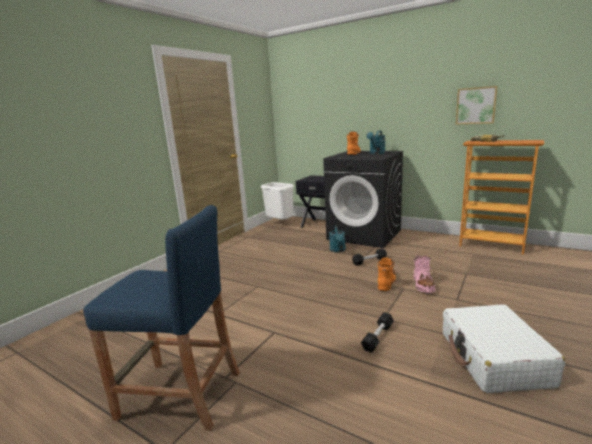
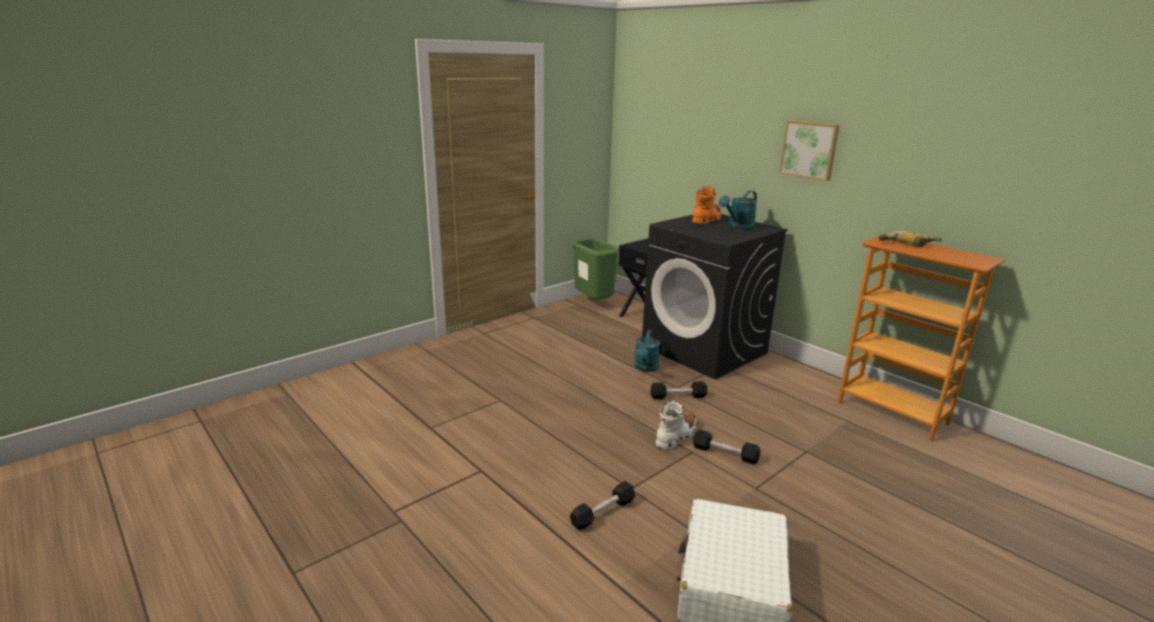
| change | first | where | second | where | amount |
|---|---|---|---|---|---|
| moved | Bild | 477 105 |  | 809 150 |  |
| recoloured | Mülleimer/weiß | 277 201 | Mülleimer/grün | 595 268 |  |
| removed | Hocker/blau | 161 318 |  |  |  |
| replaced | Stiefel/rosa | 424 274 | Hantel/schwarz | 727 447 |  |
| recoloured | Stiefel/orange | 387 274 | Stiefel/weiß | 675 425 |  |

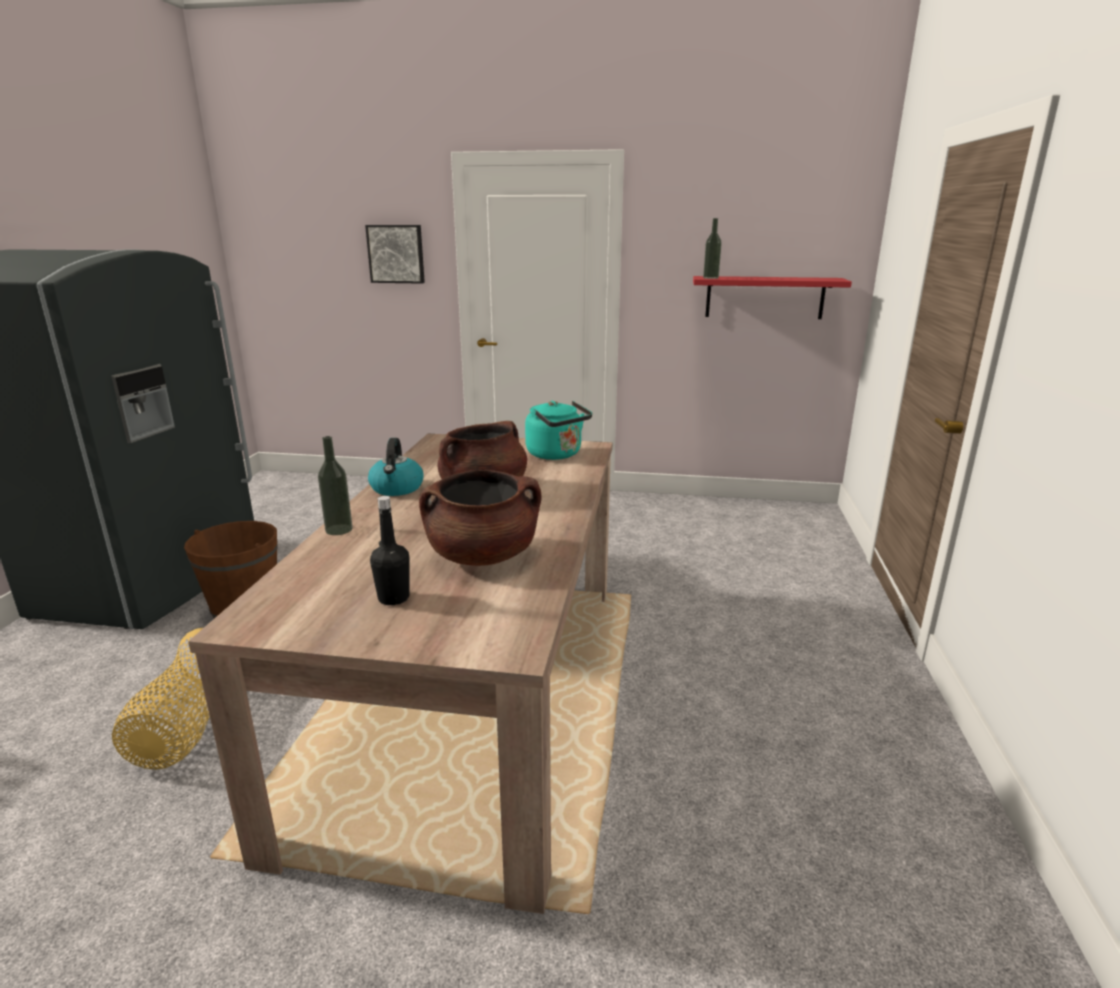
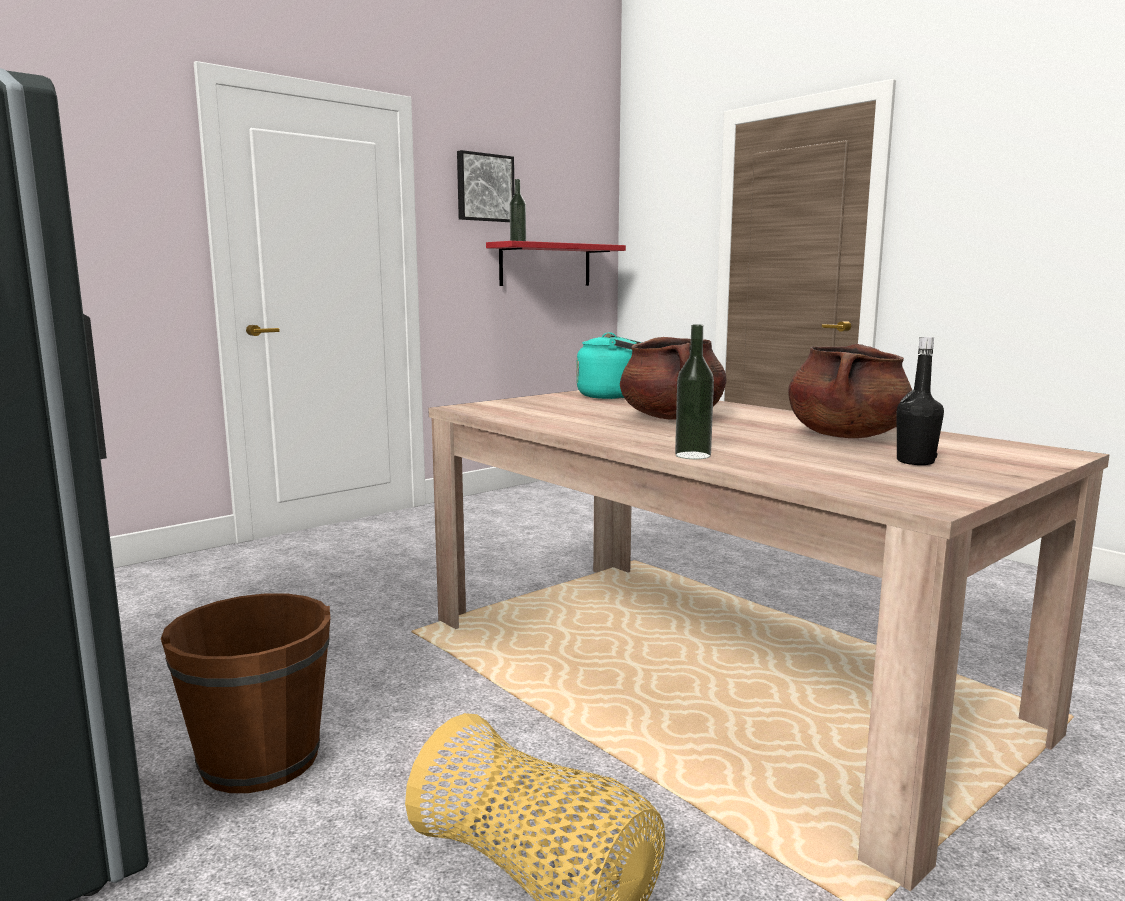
| change | first | where | second | where | amount |
|---|---|---|---|---|---|
| moved | Bild | 395 254 |  | 485 186 |  |
| removed | Wasserkessel | 396 467 |  |  |  |

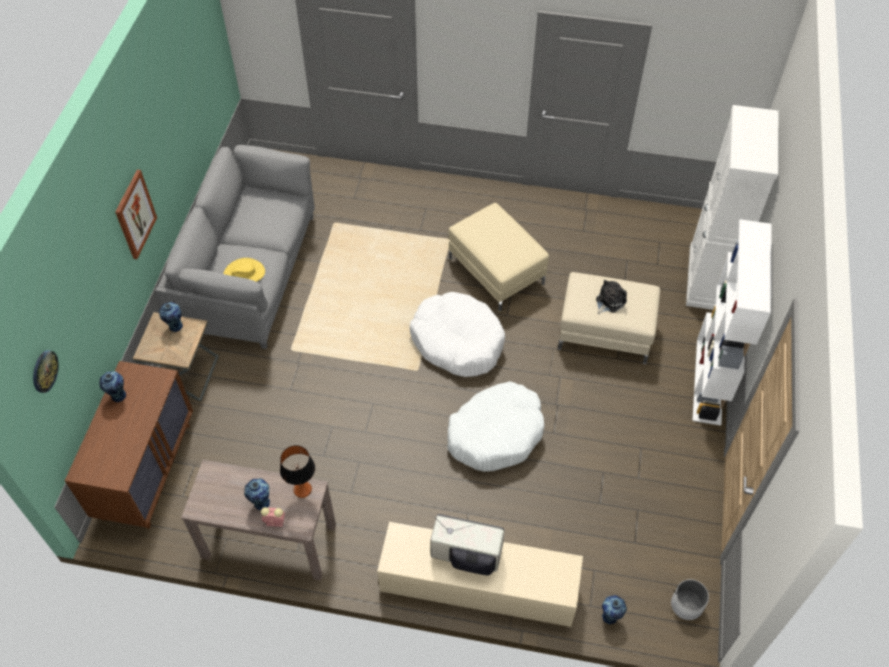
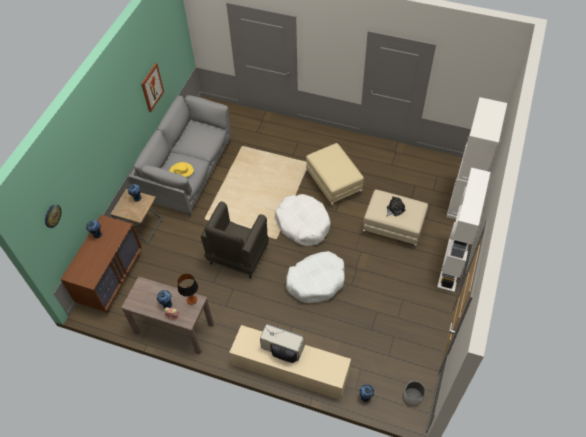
| change | first | where | second | where | amount |
|---|---|---|---|---|---|
| moved | Bild | 136 214 |  | 152 87 |  |
| added |  |  | Sessel/grau | 235 240 |  |

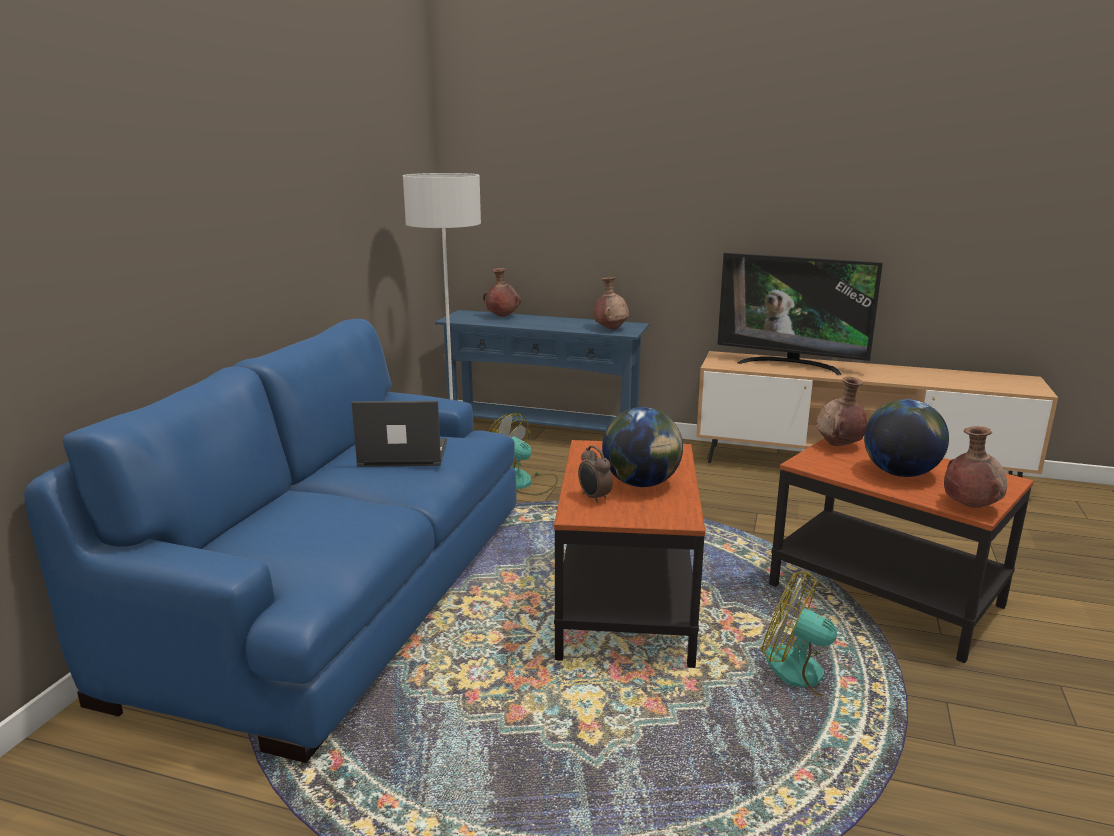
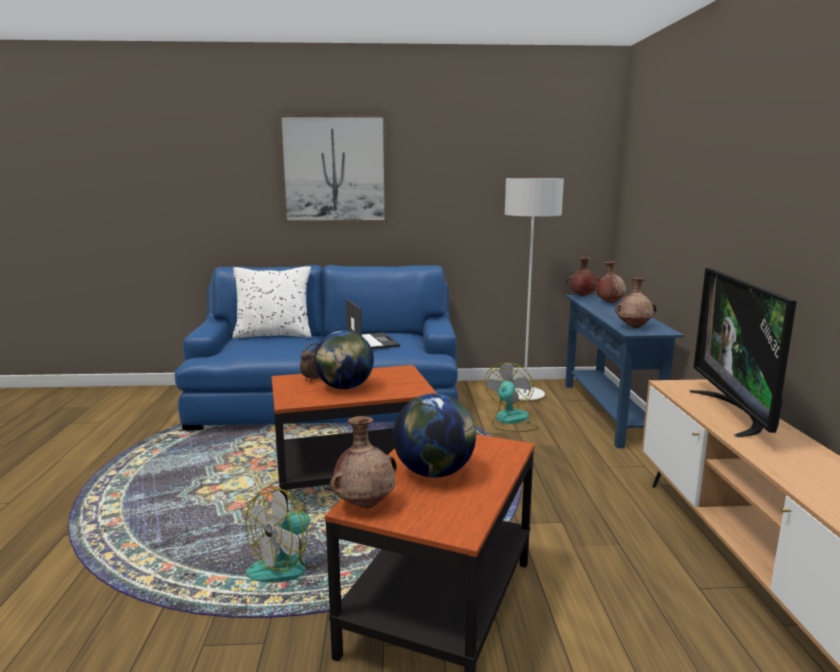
| change | first | where | second | where | amount |
|---|---|---|---|---|---|
| moved | Vase/braun | 841 411 |  | 583 276 |  |
| turned | Ventilator | 809 635 |  | 286 534 | 150 degrees counterclockwise |
| added |  |  | Bild | 333 168 |  |
| added |  |  | Kissen/weiß | 271 302 |  |

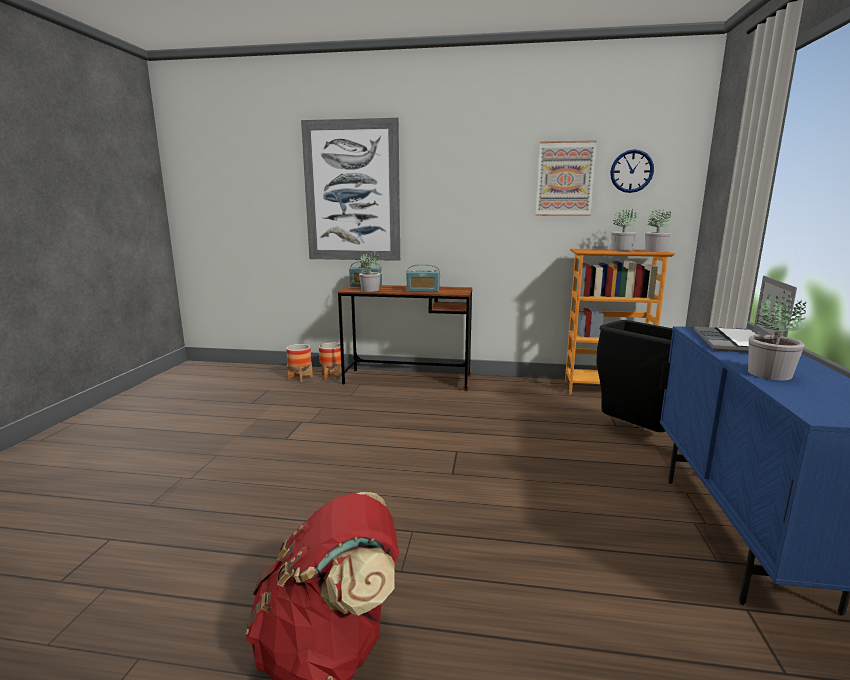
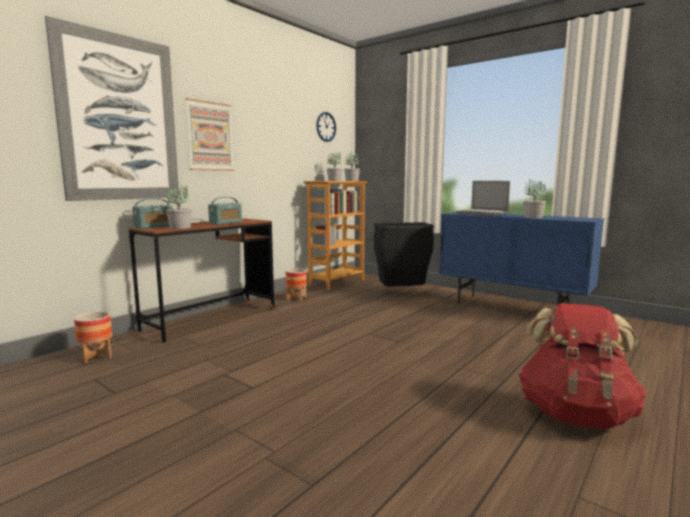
| change | first | where | second | where | amount |
|---|---|---|---|---|---|
| moved | Bild | 566 178 |  | 209 134 |  |
| moved | Pflanzkübel | 330 361 |  | 296 284 |  |

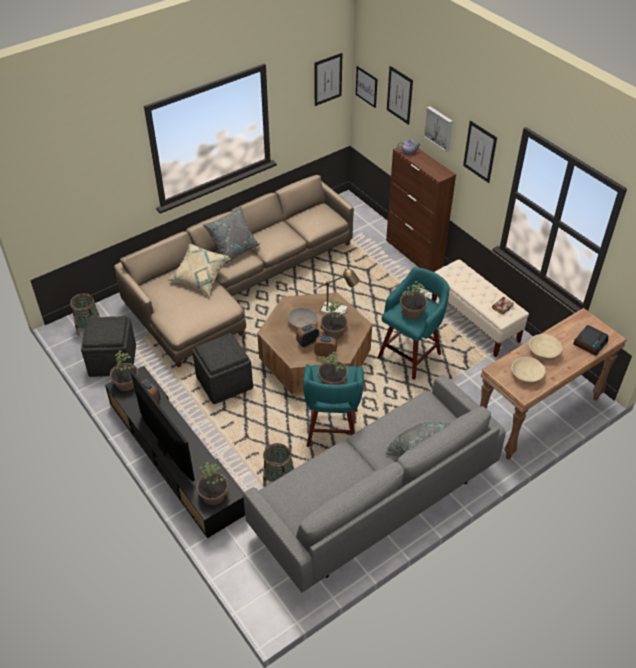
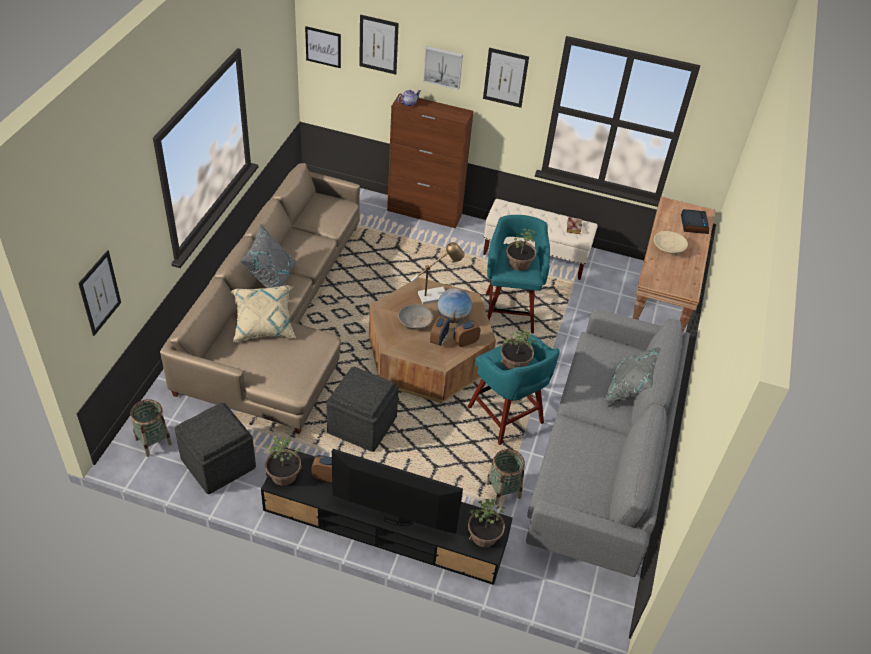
| change | first | where | second | where | amount |
|---|---|---|---|---|---|
| moved | Bild | 328 79 |  | 99 293 |  |
| replaced | Topfpflanze | 334 319 | Globus | 454 305 |  |
| removed | Schüssel/beige | 528 370 |  |  |  |

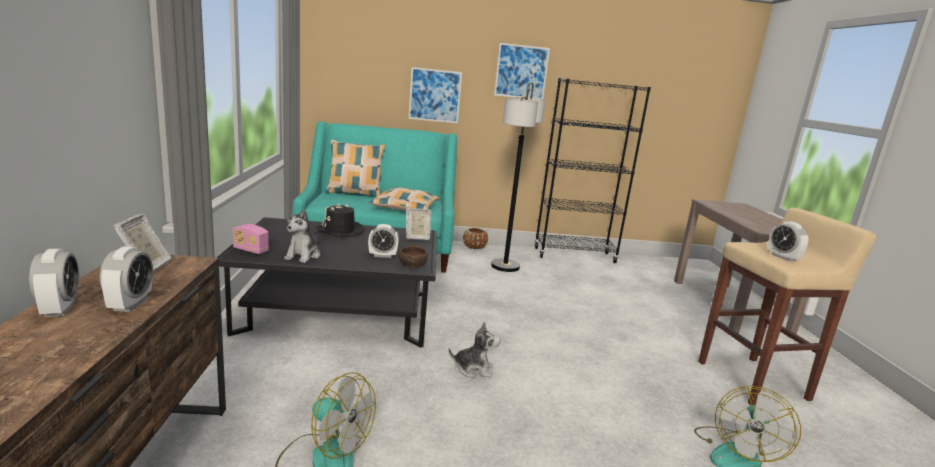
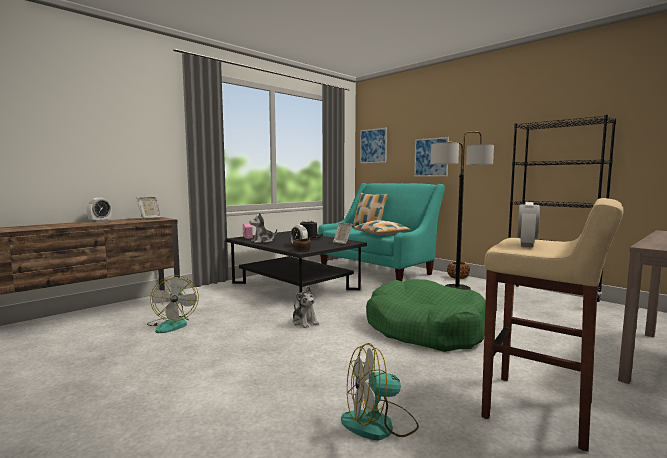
| change | first | where | second | where | amount |
|---|---|---|---|---|---|
| moved | Bild | 522 71 |  | 373 145 |  |
| removed | Wecker | 126 279 |  |  |  |
| added |  |  | Hundebett/grün | 426 315 |  |

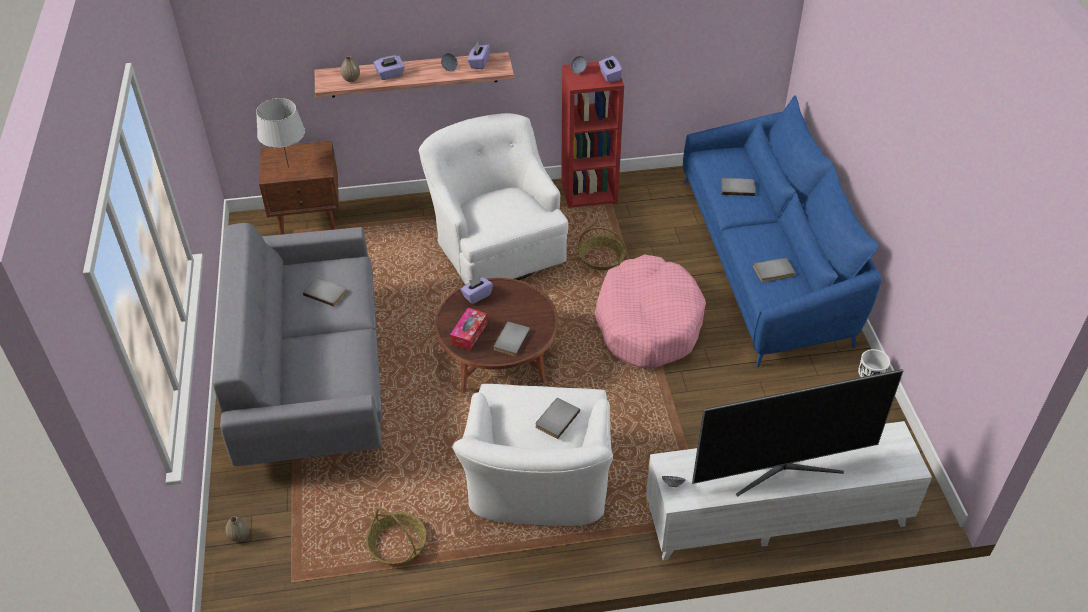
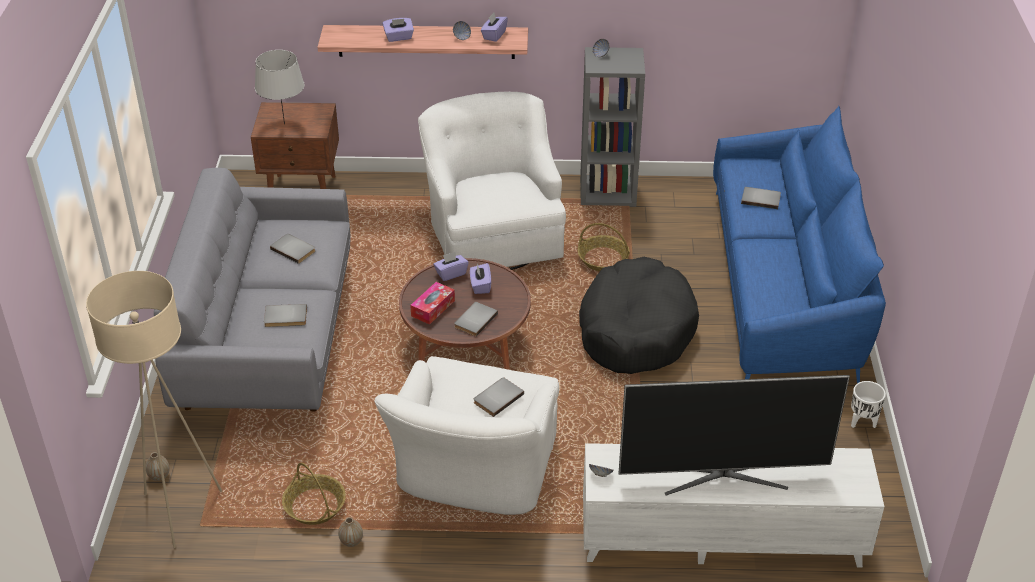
| change | first | where | second | where | amount |
|---|---|---|---|---|---|
| moved | Vase | 350 69 |  | 350 532 |  |
| moved | Taschentuchbox/lila | 610 69 |  | 480 278 |  |
| recoloured | Bücherregal/rot | 592 135 | Bücherregal/grau | 612 127 |  |
| recoloured | Hundebett/rosa | 650 311 | Hundebett/schwarz | 639 315 |  |
| moved | Buch/grau | 774 269 |  | 285 315 |  |
| added |  |  | Stehlampe/beige | 154 409 |  |

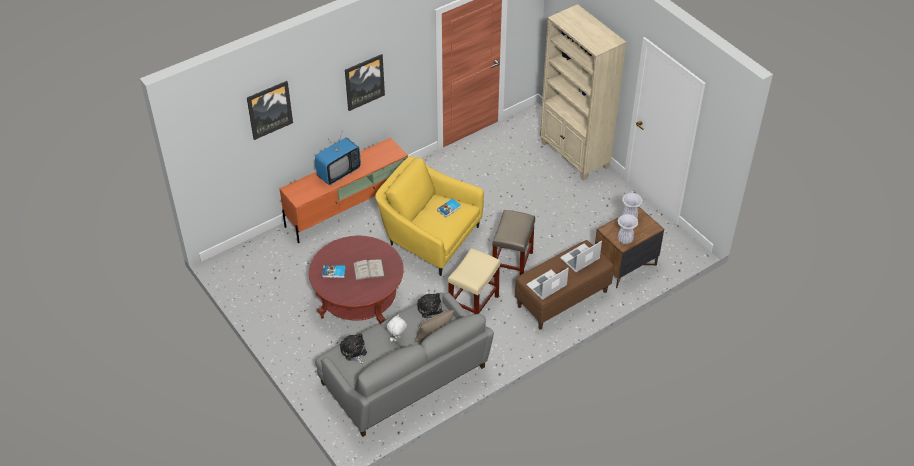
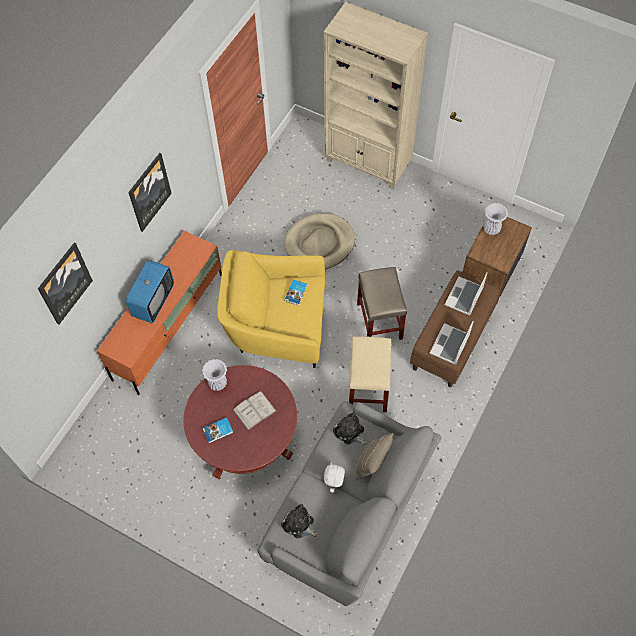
| change | first | where | second | where | amount |
|---|---|---|---|---|---|
| moved | Vase/weiß | 627 229 |  | 214 375 |  |
| added |  |  | Hundebett/beige | 319 241 |  |

